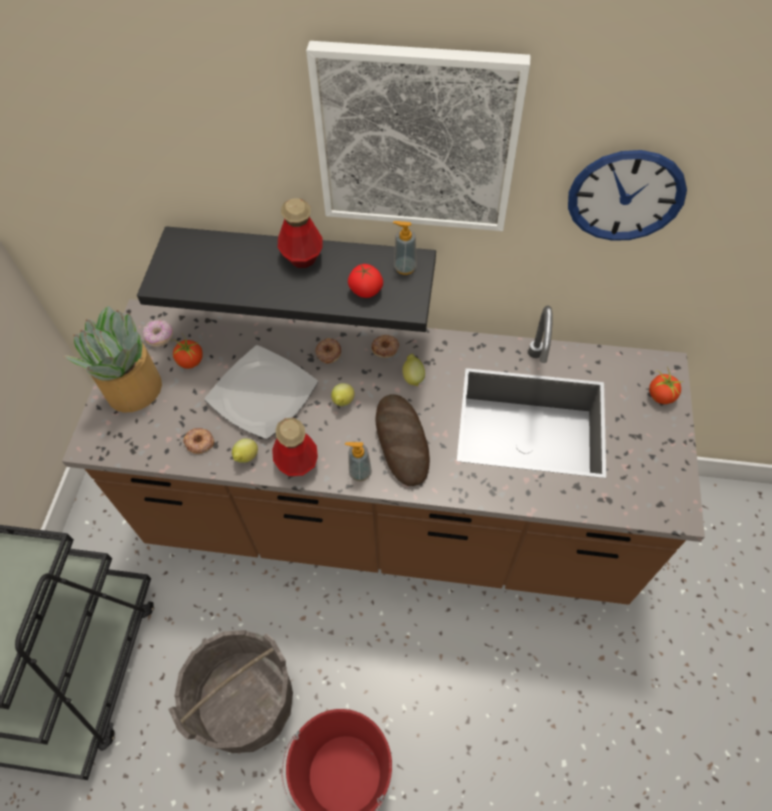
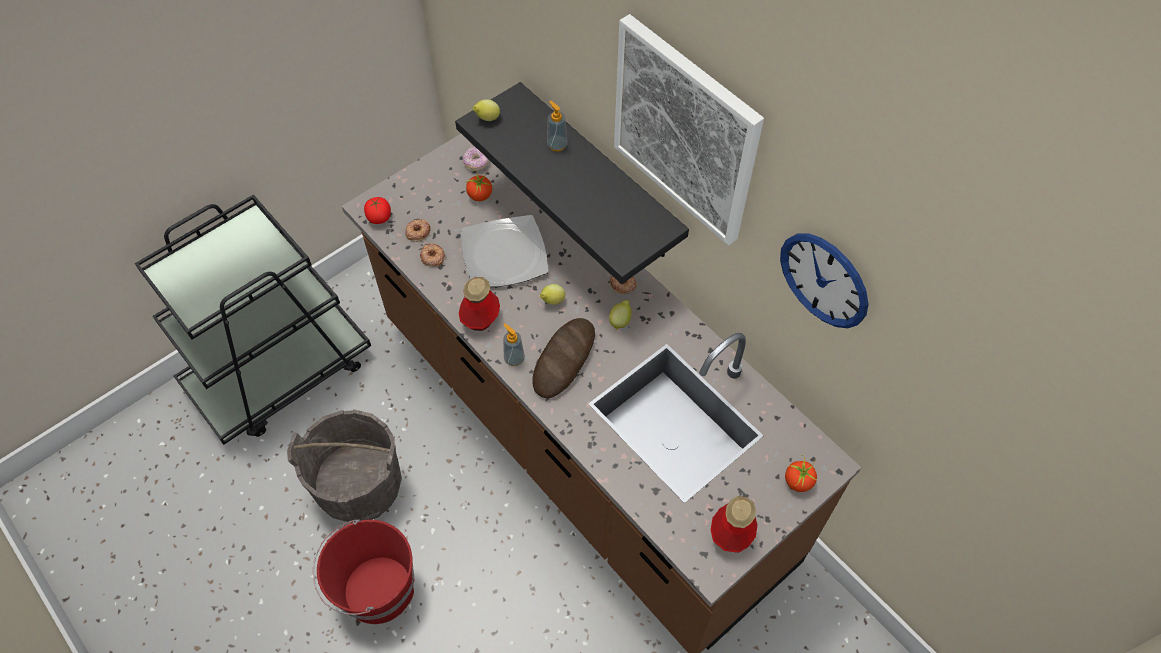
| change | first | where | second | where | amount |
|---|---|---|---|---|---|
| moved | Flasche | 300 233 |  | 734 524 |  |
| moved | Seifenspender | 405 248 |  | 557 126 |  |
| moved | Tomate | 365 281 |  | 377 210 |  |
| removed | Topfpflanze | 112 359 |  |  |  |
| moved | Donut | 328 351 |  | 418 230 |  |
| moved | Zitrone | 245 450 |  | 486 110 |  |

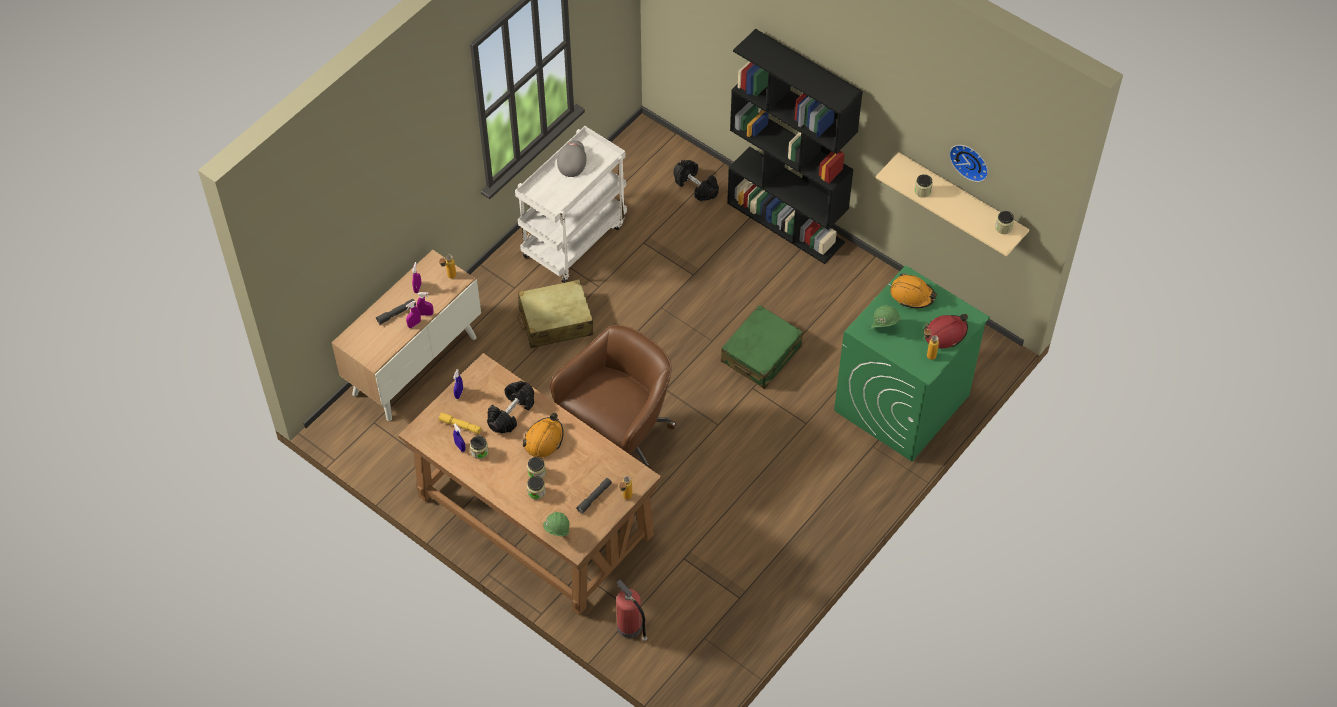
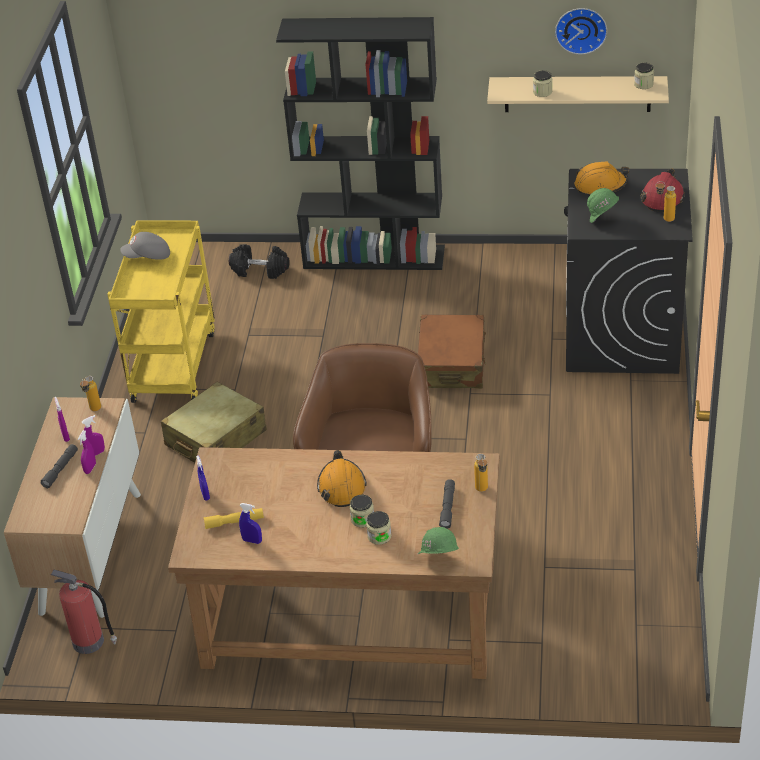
| change | first | where | second | where | amount |
|---|---|---|---|---|---|
| recoloured | Rollwagen/weiß | 571 204 | Rollwagen/gelb | 161 311 |  |
| turned | Kappe/grau | 571 158 |  | 145 246 | 75 degrees counterclockwise |
| recoloured | Waschmaschine/grün | 912 363 | Waschmaschine/schwarz | 628 271 |  |
| recoloured | Koffer/grün | 762 347 | Koffer/braun | 452 352 |  |
| removed | Hantel/schwarz | 510 407 |  |  |  |
| removed | Vorratsglas | 479 447 |  |  |  |
| moved | Feuerlöscher | 631 610 |  | 84 612 |  |

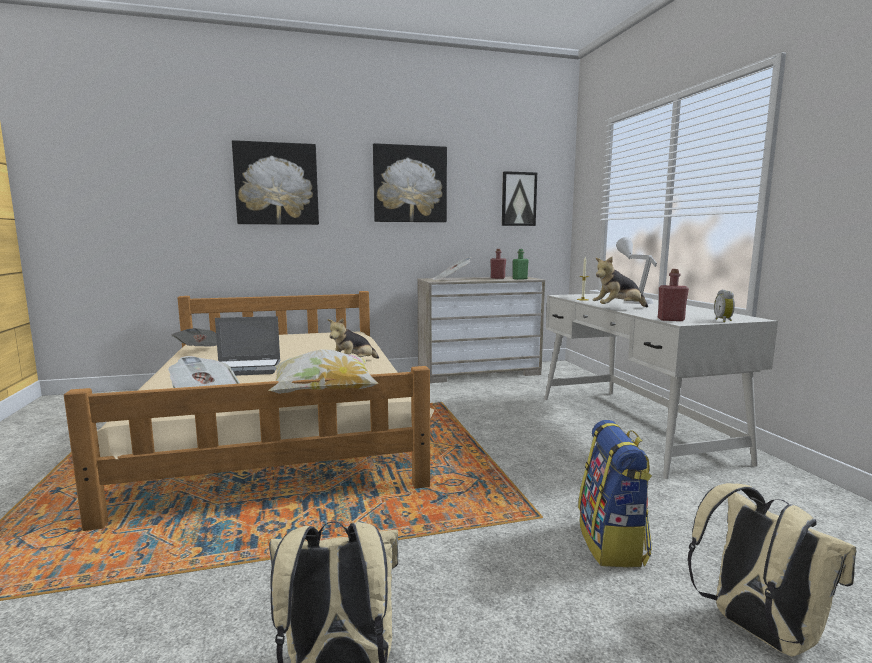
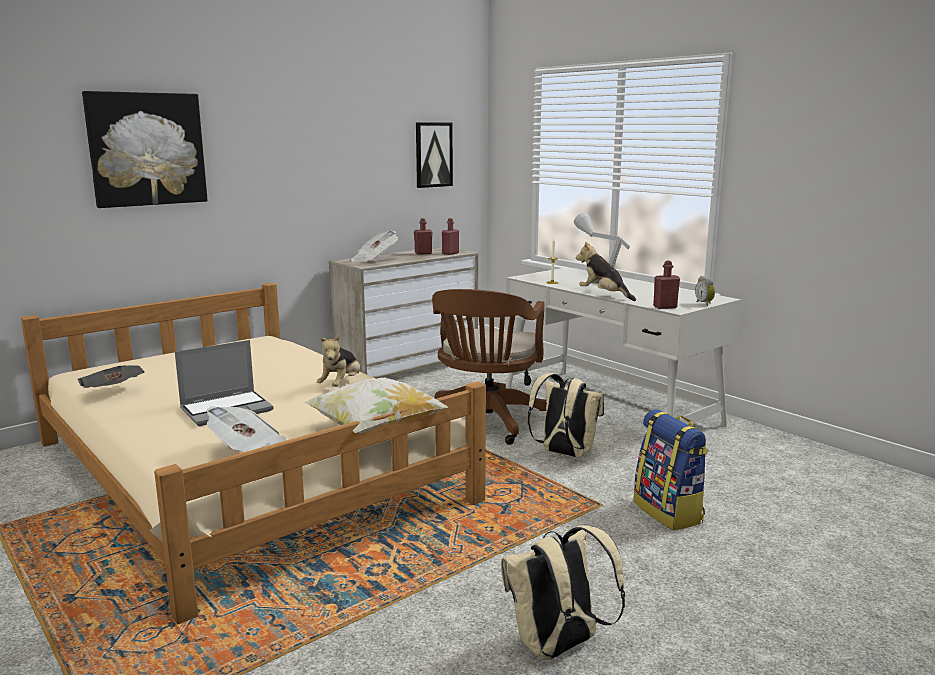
| change | first | where | second | where | amount |
|---|---|---|---|---|---|
| removed | Bild | 410 182 |  |  |  |
| recoloured | Flasche/grün | 521 264 | Flasche/rot | 450 236 |  |
| turned | Plüschtier | 620 282 |  | 606 271 | 90 degrees clockwise |
| moved | Rucksack/beige | 772 570 |  | 566 415 |  |
| added |  |  | Bürostuhl/braun | 489 367 |  |

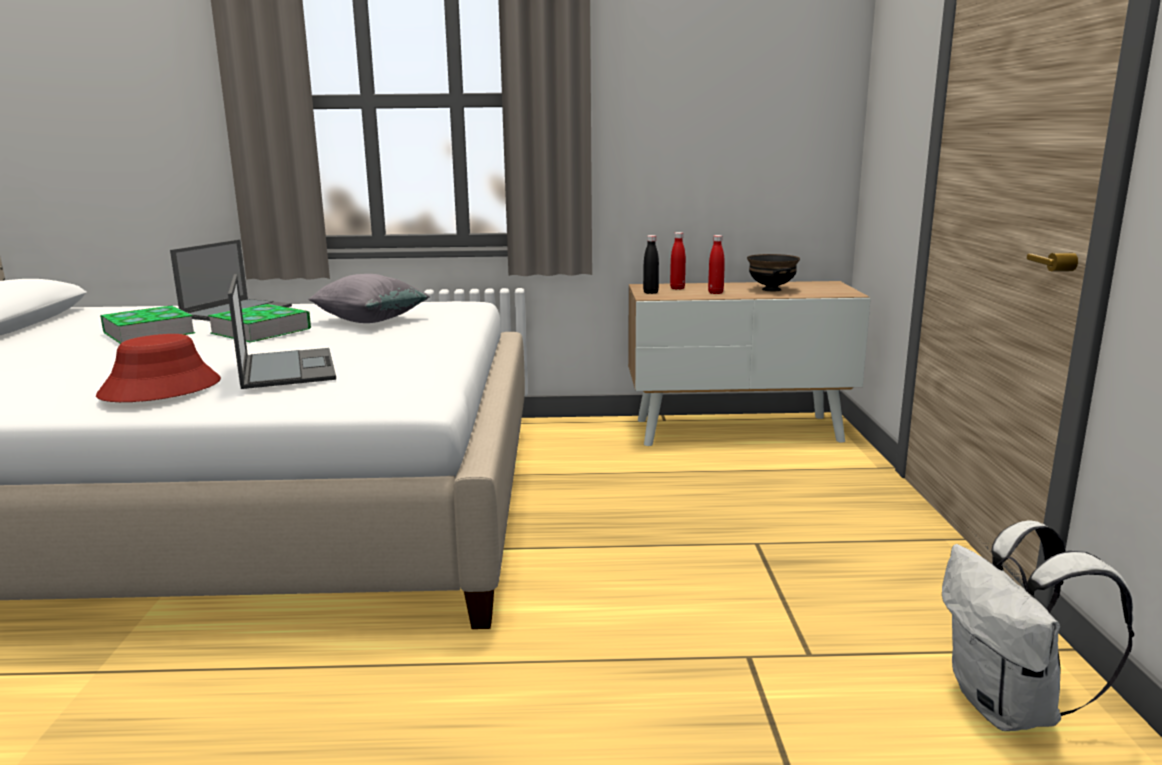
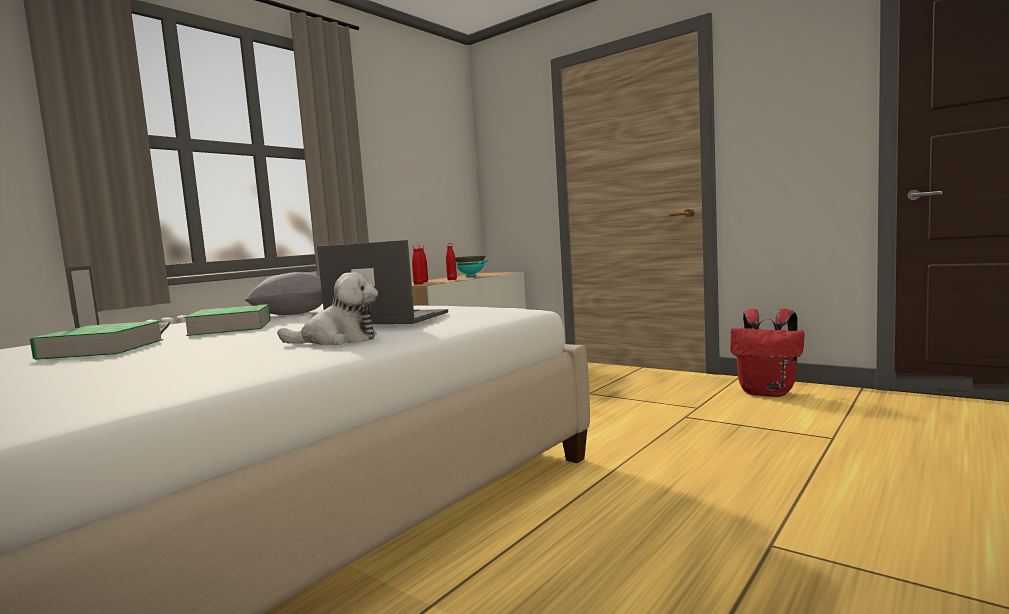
| change | first | where | second | where | amount |
|---|---|---|---|---|---|
| recoloured | Flasche/schwarz | 651 264 | Flasche/rot | 418 265 |  |
| recoloured | Schüssel/schwarz | 773 272 | Schüssel/türkis | 472 266 |  |
| replaced | Hut/rot | 158 368 | Plüschtier | 327 309 |  |
| recoloured | Rucksack/weiß | 1038 626 | Rucksack/rot | 767 353 |  |

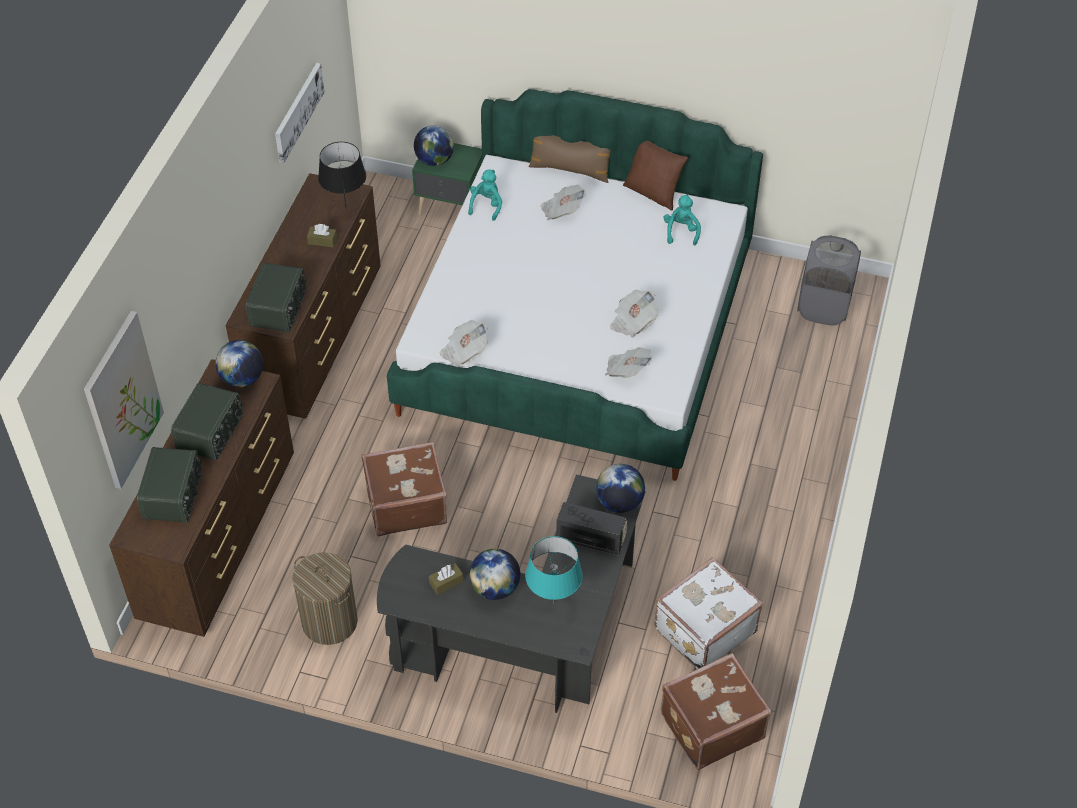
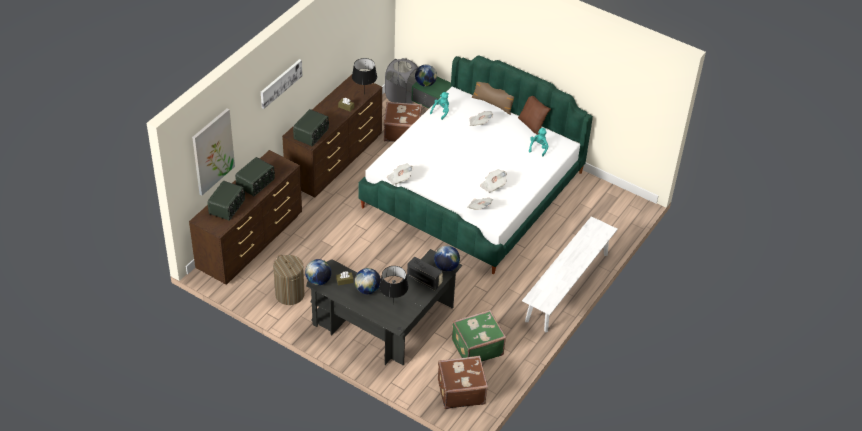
| change | first | where | second | where | amount |
|---|---|---|---|---|---|
| moved | Bild | 300 113 |  | 281 84 |  |
| moved | Wäschekorb/grau | 829 280 |  | 401 81 |  |
| moved | Globus | 239 363 |  | 318 272 |  |
| moved | Koffer/braun | 404 489 |  | 403 122 |  |
| recoloured | Tischlampe/türkis | 554 570 | Tischlampe/schwarz | 394 285 |  |
| recoloured | Koffer/weiß | 709 613 | Koffer/grün | 479 335 |  |
| added |  |  | Bank/weiß | 570 274 |  |

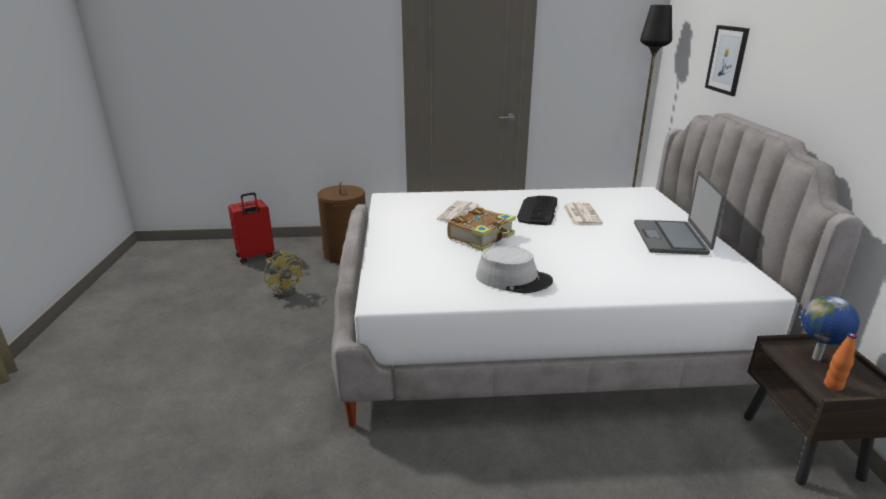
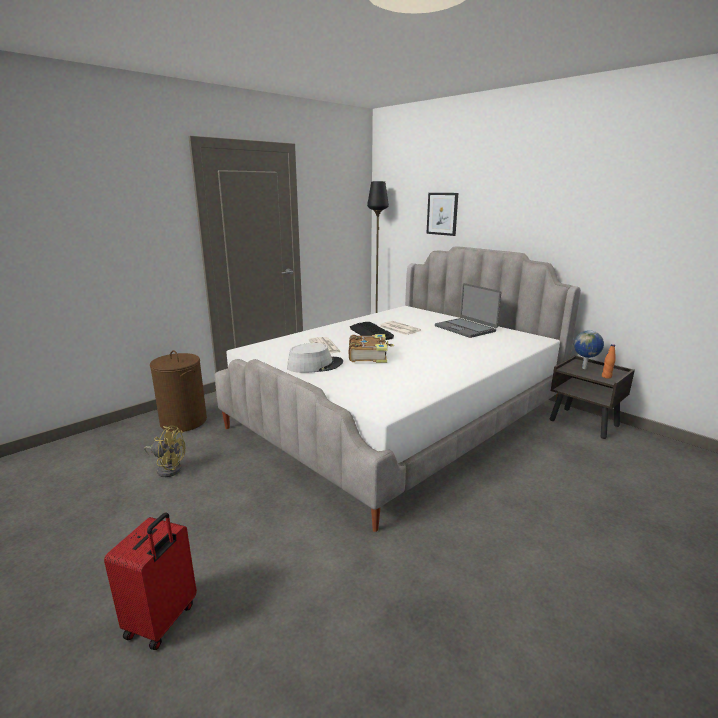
| change | first | where | second | where | amount |
|---|---|---|---|---|---|
| moved | Koffer/rot | 251 227 |  | 150 581 |  |
| moved | Hut/grau | 514 269 |  | 315 358 |  |

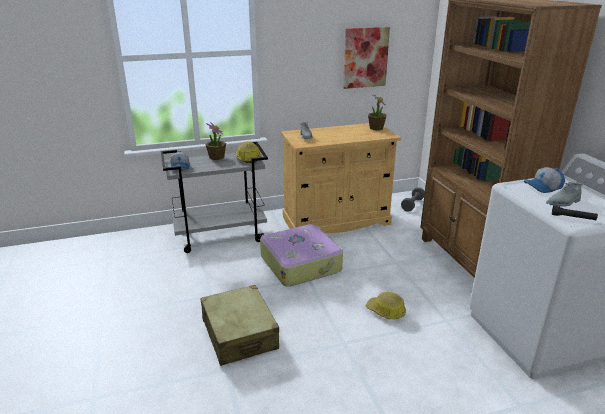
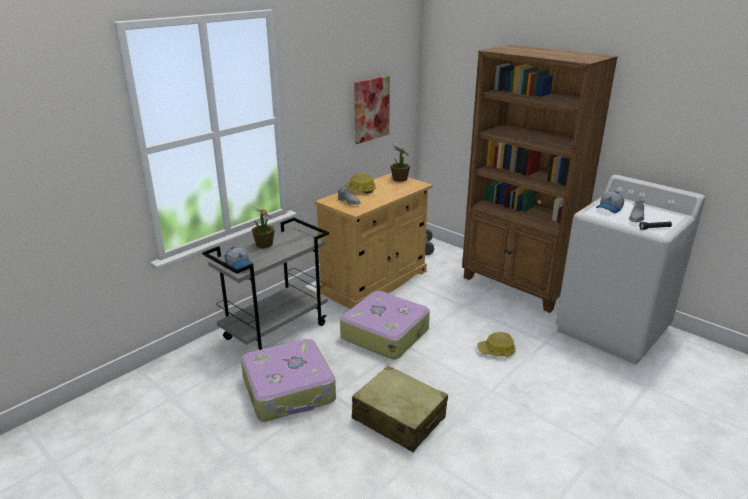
| change | first | where | second | where | amount |
|---|---|---|---|---|---|
| moved | Schutzhelm | 249 152 |  | 360 183 |  |
| added |  |  | Koffer | 288 380 |  |

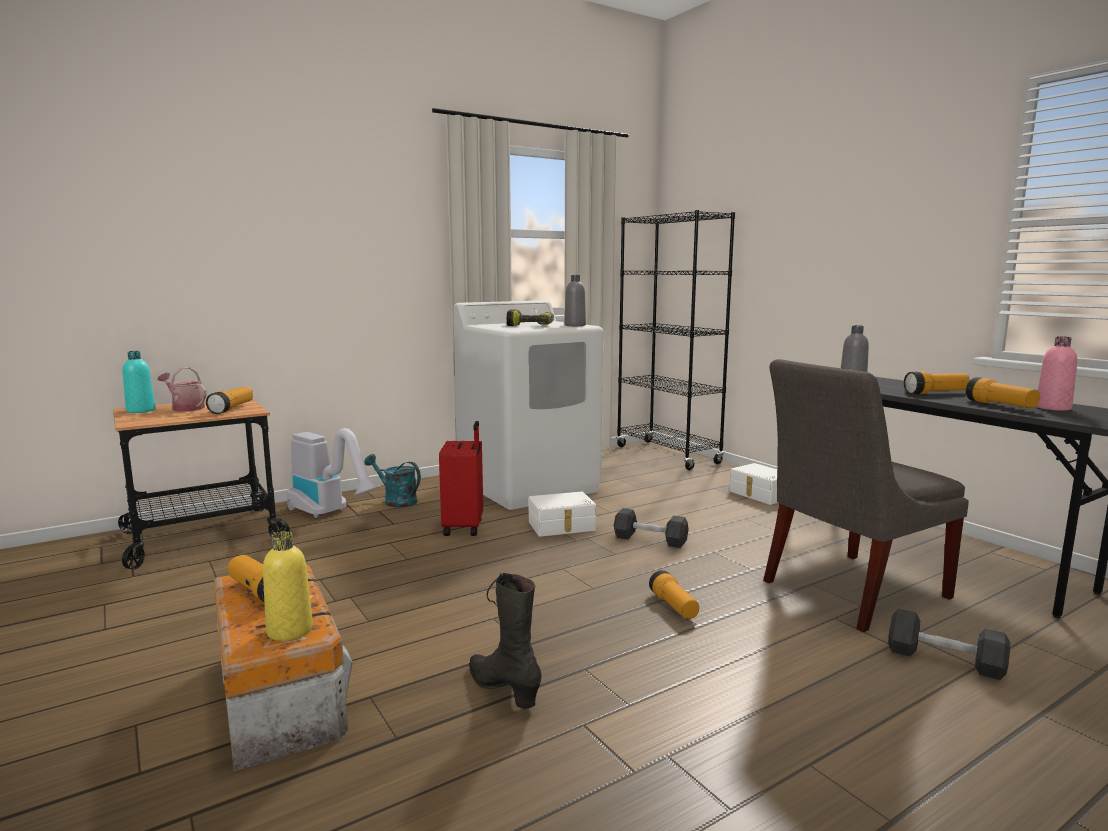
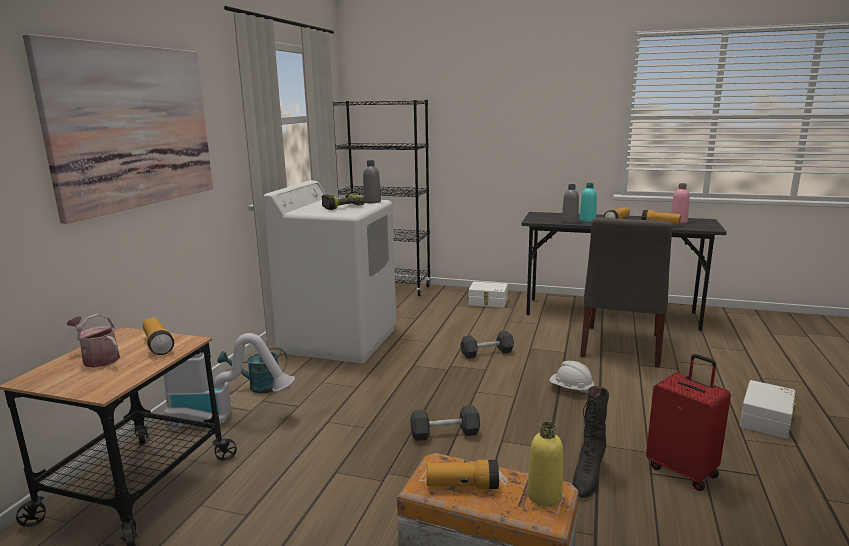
| change | first | where | second | where | amount |
|---|---|---|---|---|---|
| moved | Flasche/türkis | 139 382 |  | 588 202 |  |
| turned | Gießkanne | 182 389 |  | 93 341 | 45 degrees clockwise |
| moved | Koffer/rot | 461 478 |  | 688 422 |  |
| moved | Aufbewahrungsbox/weiß | 562 514 |  | 768 409 |  |
| replaced | Taschenlampe | 674 594 | Schutzhelm/weiß | 572 377 |  |
| turned | Stiefel/schwarz | 505 641 |  | 591 442 | 75 degrees counterclockwise |
| moved | Hantel/schwarz | 949 644 |  | 445 423 |  |
| added |  |  | Bild | 118 129 |  |

